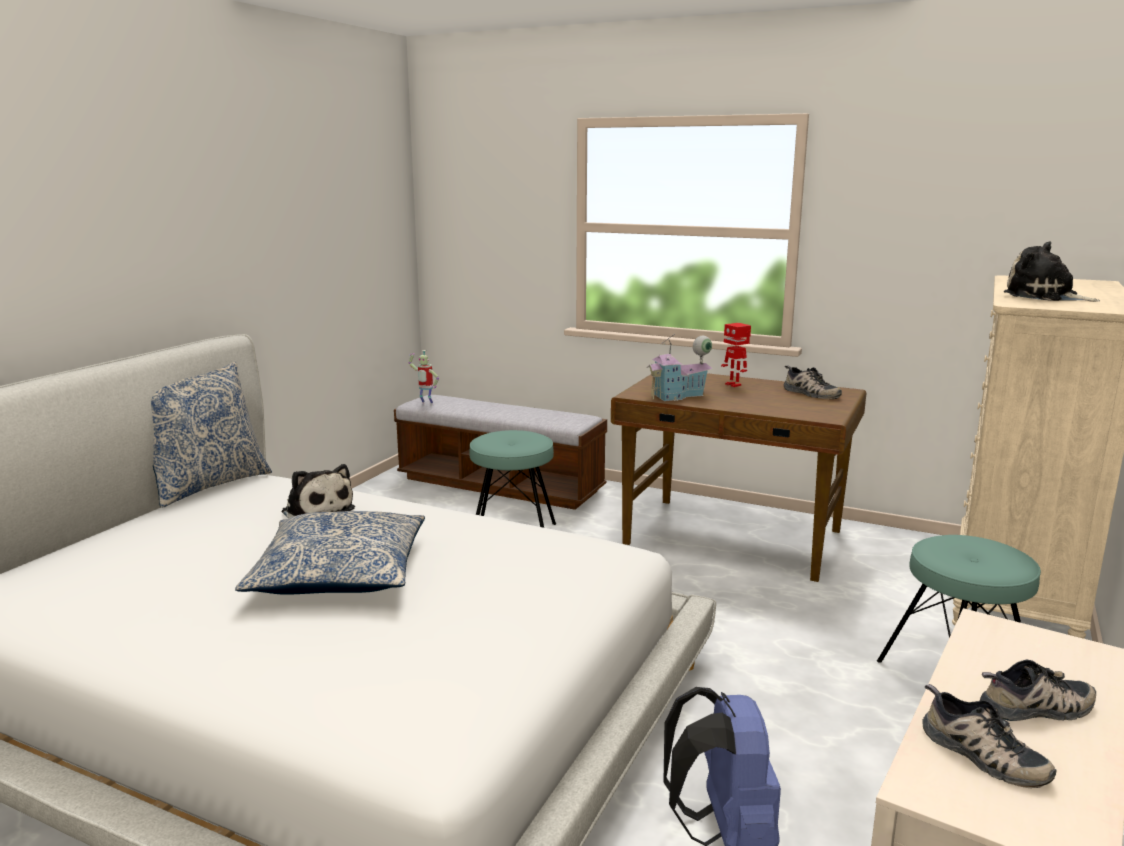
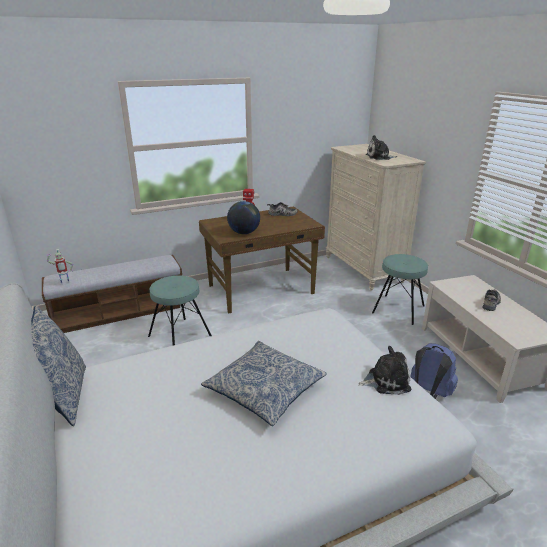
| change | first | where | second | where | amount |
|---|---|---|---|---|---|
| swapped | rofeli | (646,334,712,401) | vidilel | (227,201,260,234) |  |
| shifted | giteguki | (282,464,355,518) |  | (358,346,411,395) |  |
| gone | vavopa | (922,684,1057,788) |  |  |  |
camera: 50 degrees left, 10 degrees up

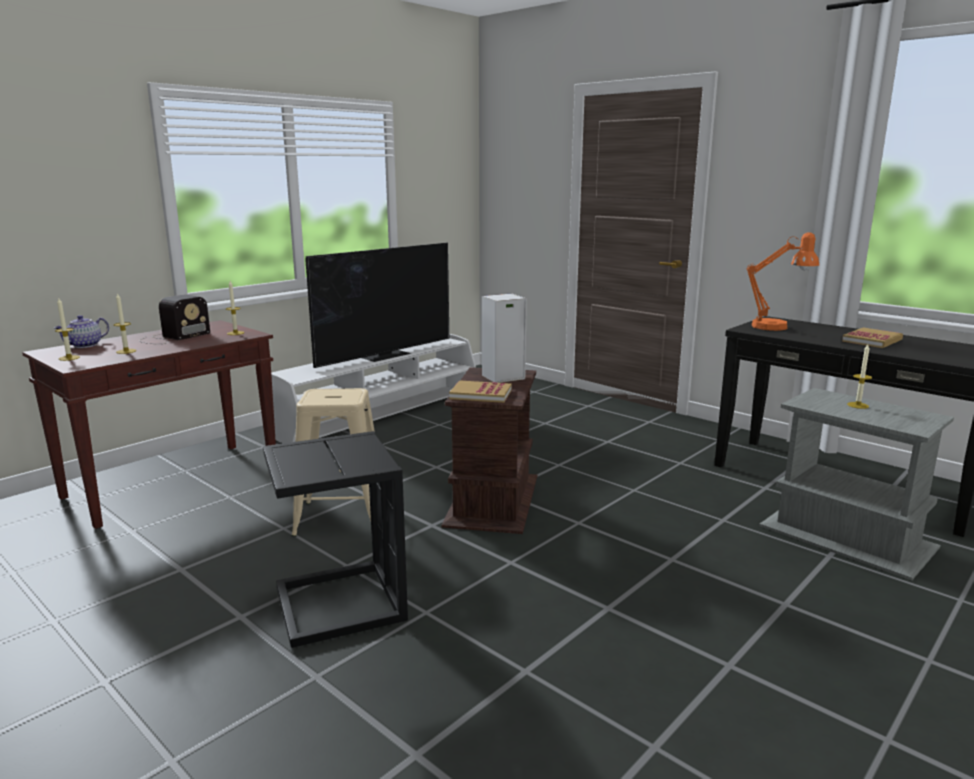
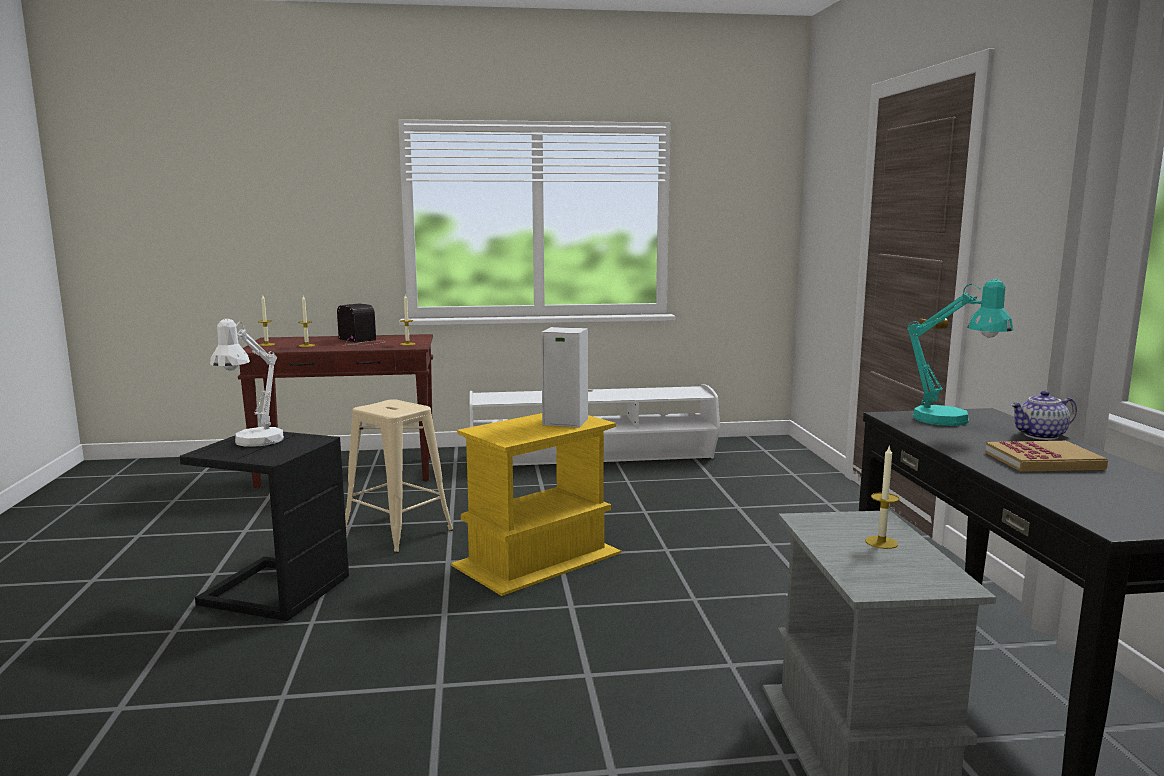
| change | first | where | second | where | amount |
|---|---|---|---|---|---|
| new |  |  | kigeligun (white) | (210,319,284,447) |  |
| rotated | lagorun | (139,295,210,344) |  | (337,303,386,346) | 120 degrees counterclockwise |
| repainted | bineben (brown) | (441,367,537,534) | bineben (yellow) | (451,413,621,596) |  |
| repainted | kigeligun (orange) | (747,232,819,331) | kigeligun (turquoise) | (907,279,1013,426) |  |
| shifted | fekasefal | (54,315,109,348) |  | (1011,391,1077,440) |  |
| gone | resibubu | (305,243,449,368) |  |  |  |
| gone | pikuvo | (449,380,512,403) |  |  |  |
camera: 40 degrees right, 5 degrees down

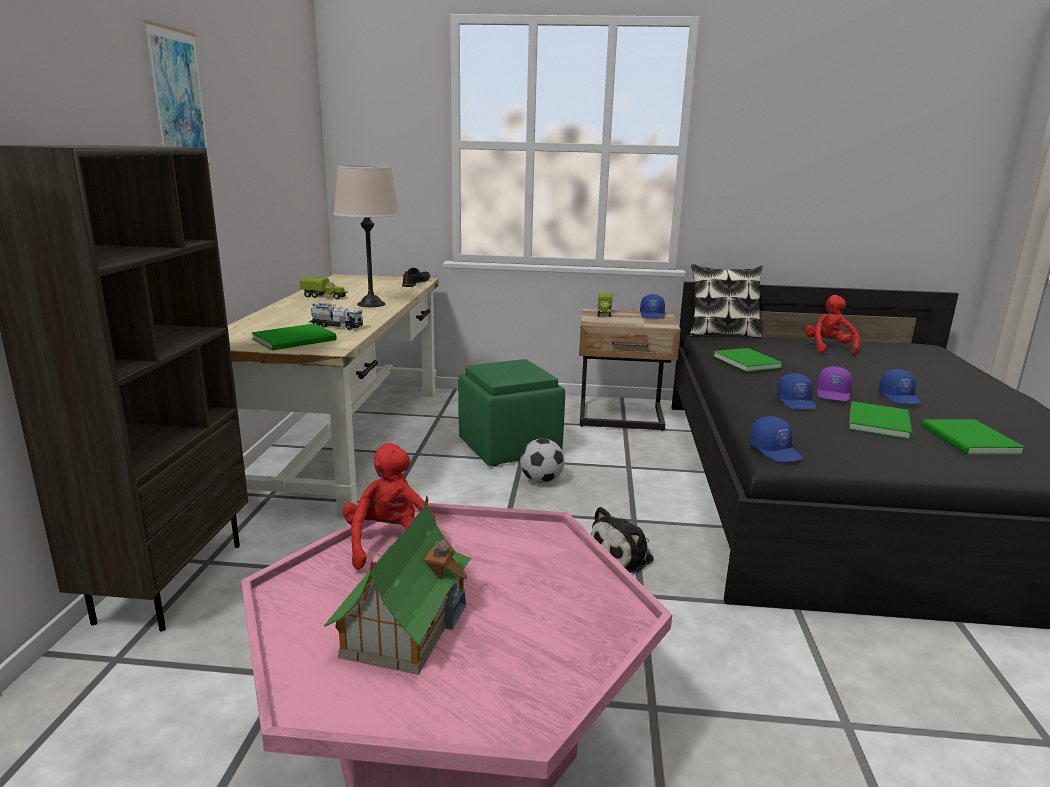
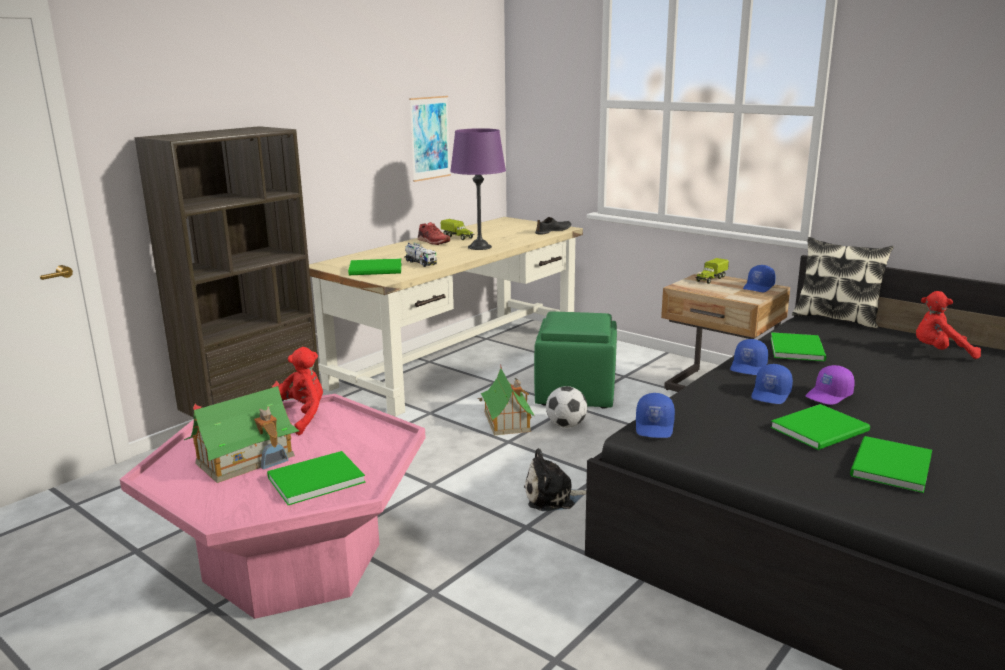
| change | first | where | second | where | amount |
|---|---|---|---|---|---|
| new |  |  | pikuvo (green) | (267,451,366,505) |  |
| shifted | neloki | (143,20,211,165) |  | (409,96,451,182) |  |
| new |  |  | vavopa (red) | (418,222,450,245) |  |
| repainted | kigeligun (beige) | (333,165,400,307) | kigeligun (purple) | (450,128,506,250) |  |
| new |  |  | rofeli | (478,365,535,435) |  |
| shifted | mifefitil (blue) | (879,369,921,404) |  | (730,339,768,375) |  |
| rotated | giteguki (red) | (805,295,860,356) |  | (916,291,981,359) | 120 degrees counterclockwise |
camera: 35 degrees right, 0 degrees up

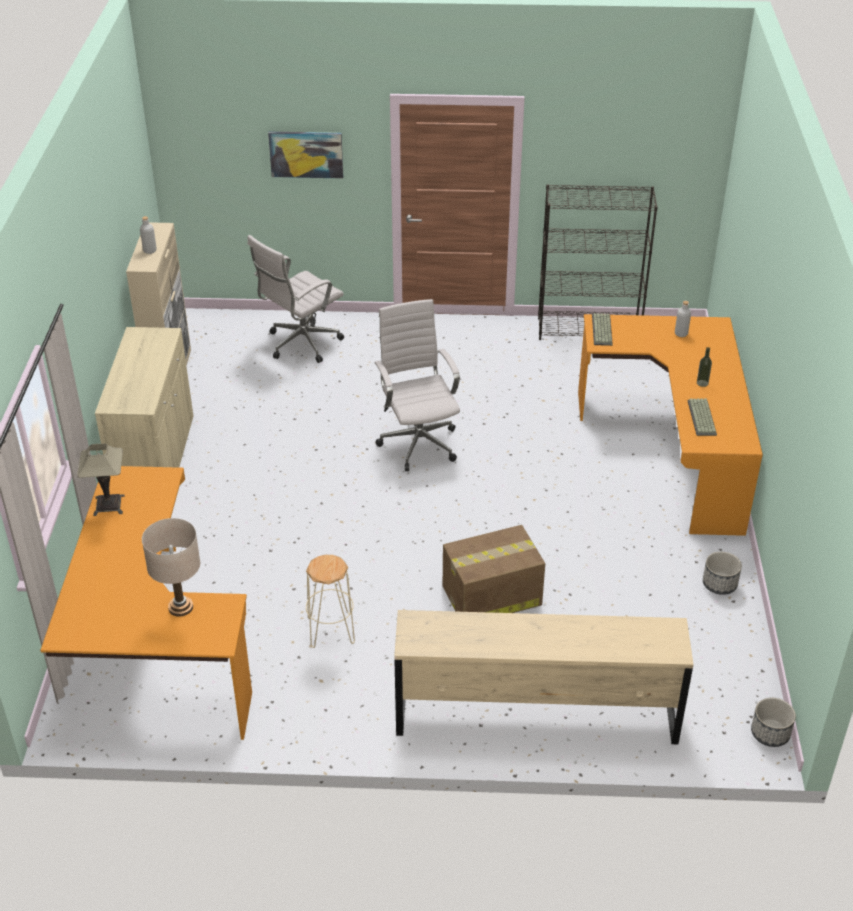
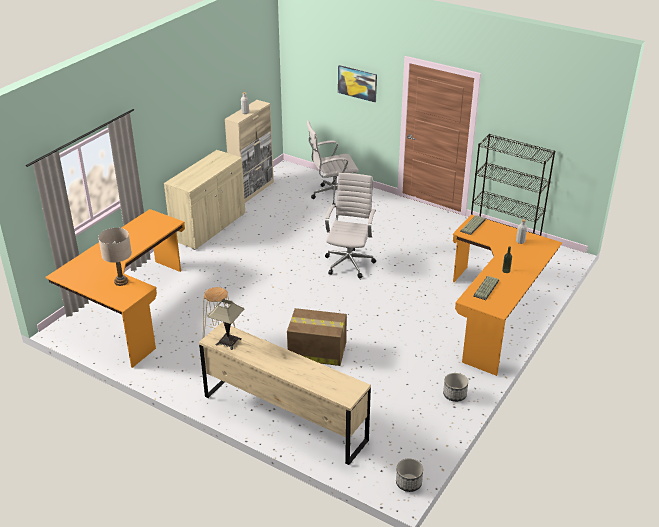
| change | first | where | second | where | amount |
|---|---|---|---|---|---|
| shifted | kigeligun | (77,443,124,516) |  | (208,299,244,350) |  |
camera: 30 degrees right, 5 degrees down

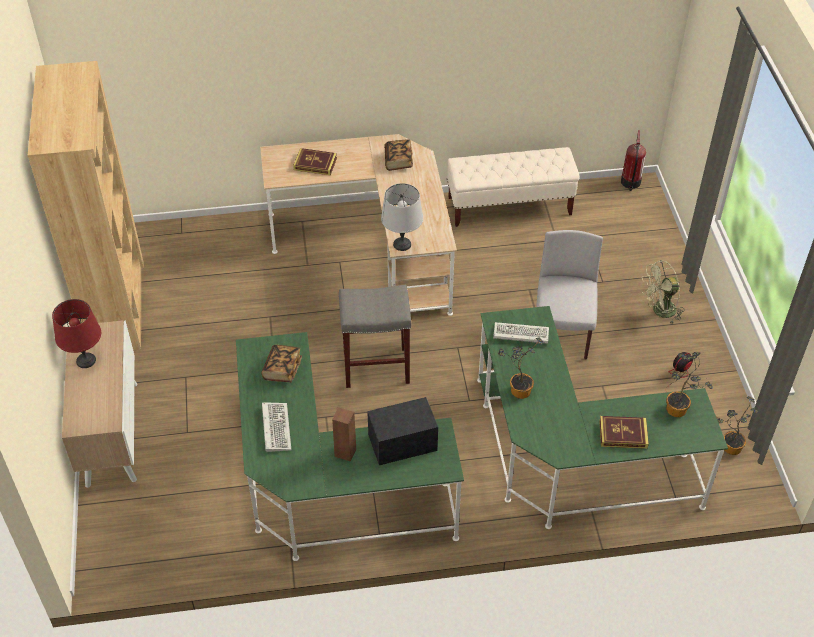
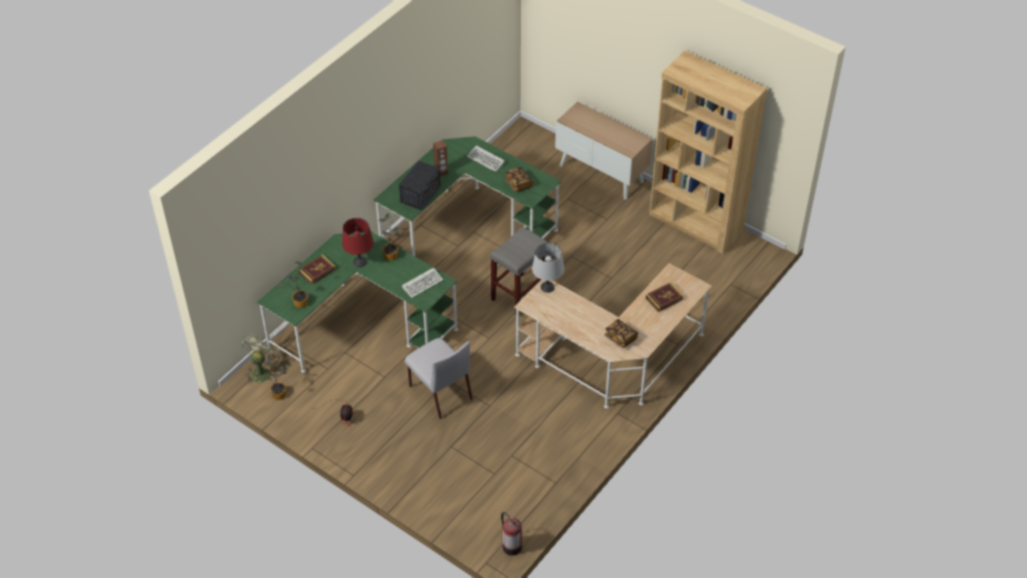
| change | first | where | second | where | amount |
|---|---|---|---|---|---|
| shifted | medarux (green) | (642,260,685,323) |  | (242,334,281,384) |  |
| shifted | kigeligun (red) | (52,299,101,368) |  | (342,218,374,267) |  |
| gone | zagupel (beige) | (447,147,579,227) |  |  |  |
camera: 135 degrees right, 0 degrees up

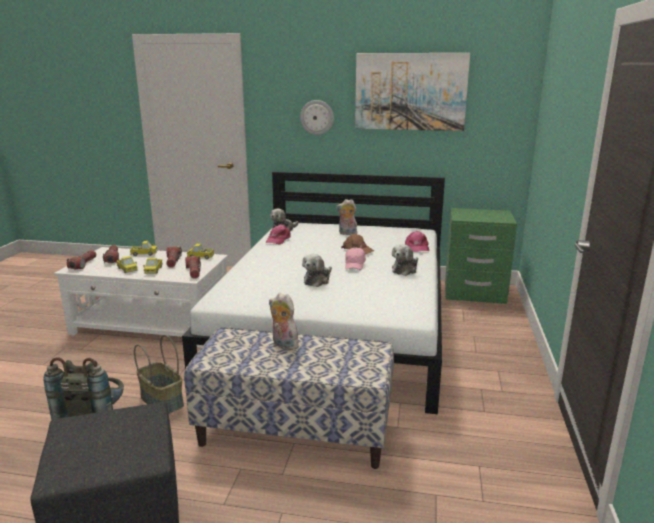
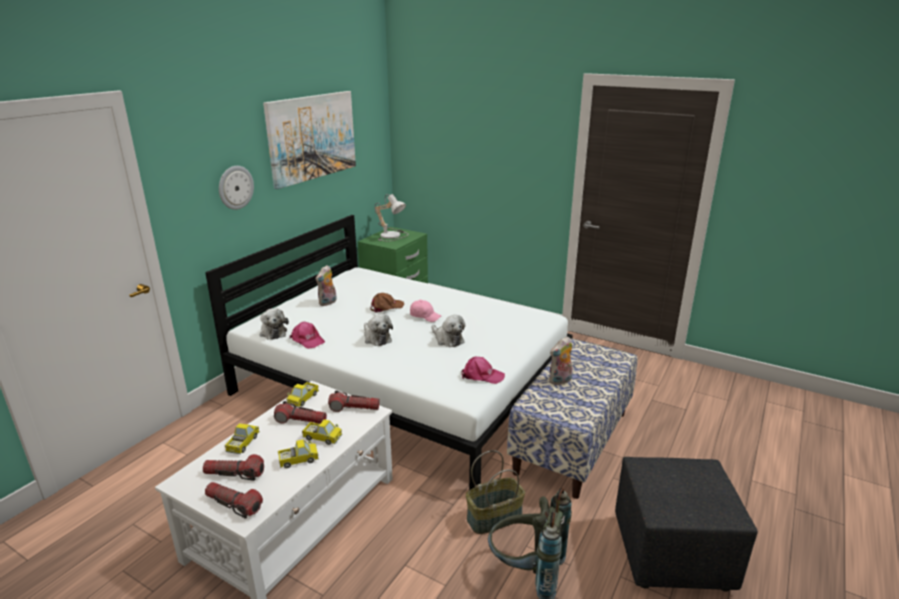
| change | first | where | second | where | amount |
|---|---|---|---|---|---|
| shifted | giteguki | (392,244,418,276) |  | (364,314,393,346) |  |
| new |  |  | kigeligun | (375,194,408,242) |  |
| shifted | mifefitil (pink) | (405,231,429,252) |  | (461,357,505,384) |  |
camera: 70 degrees left, 5 degrees up

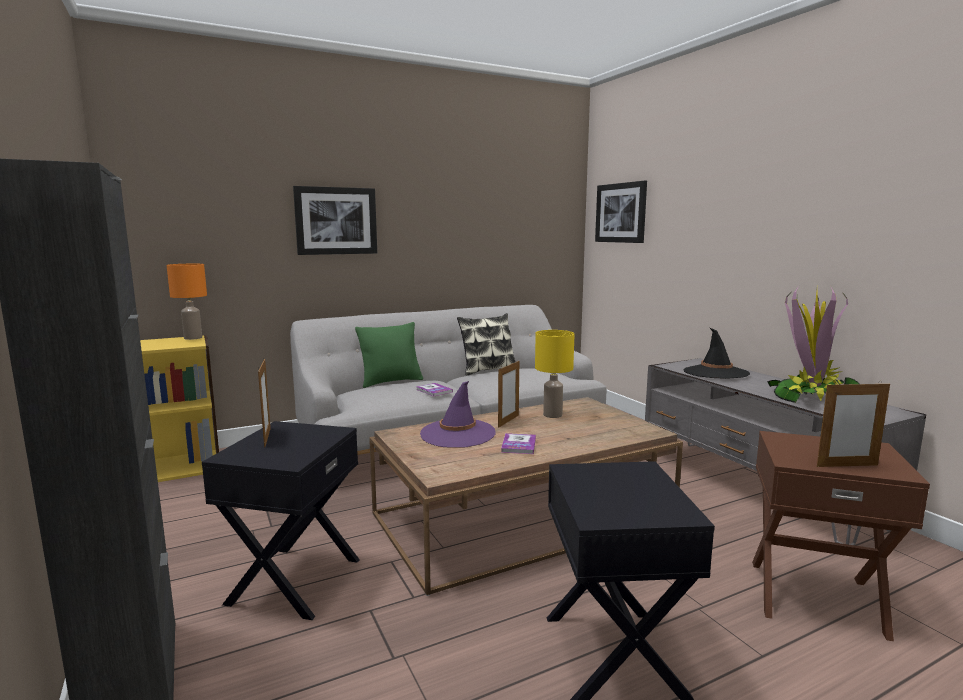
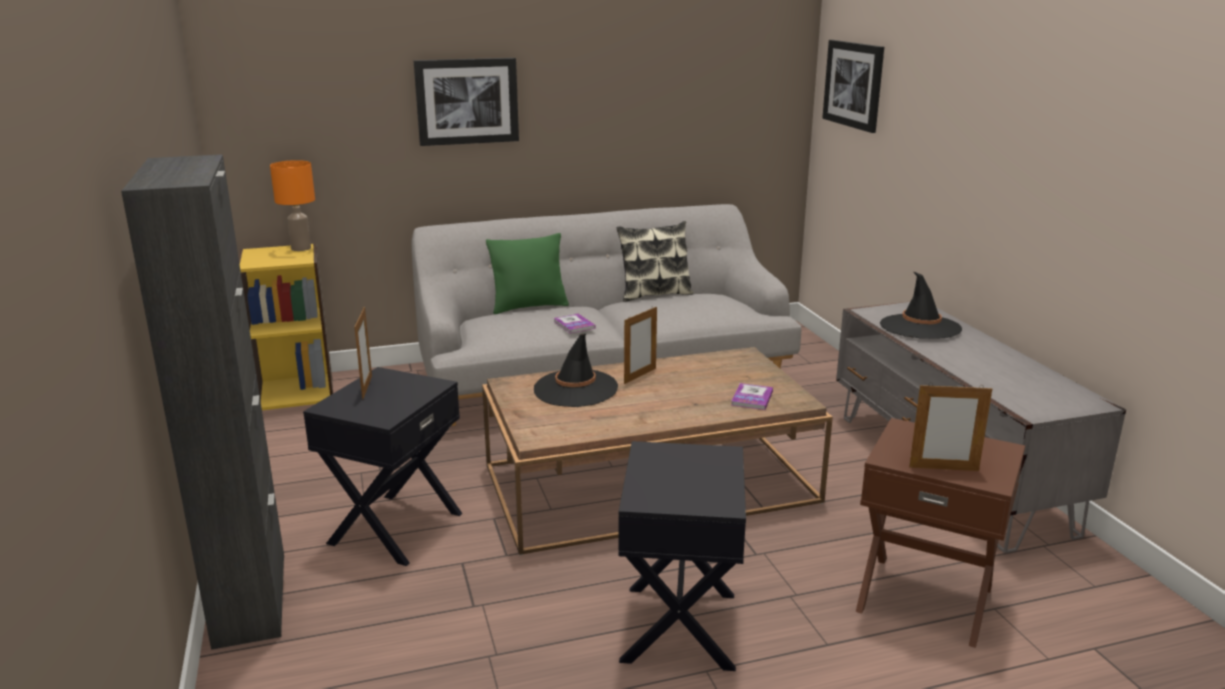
| change | first | where | second | where | amount |
|---|---|---|---|---|---|
| repainted | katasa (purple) | (420,381,496,448) | katasa (black) | (534,334,618,407) |  |
| shifted | pikuvo | (501,433,536,454) |  | (731,383,773,410) |  |
| gone | kigeligun (yellow) | (535,330,575,418) |  |  |  |
| gone | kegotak | (767,286,859,403) |  |  |  |
camera: 10 degrees right, 10 degrees up

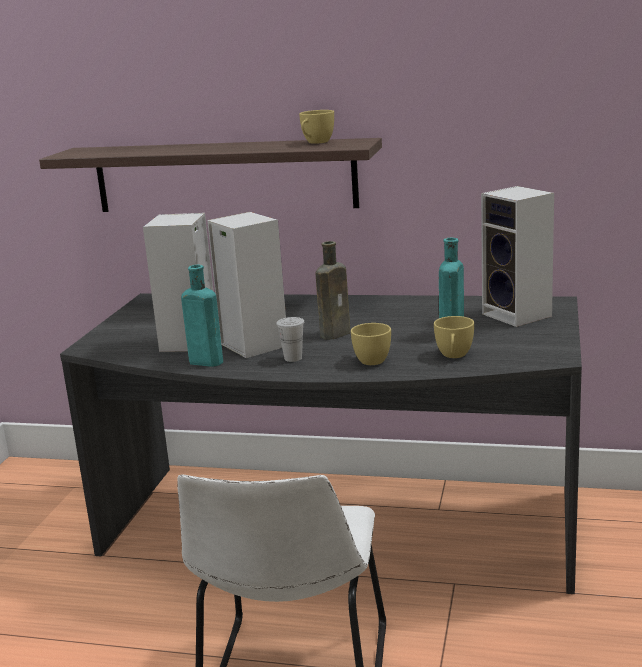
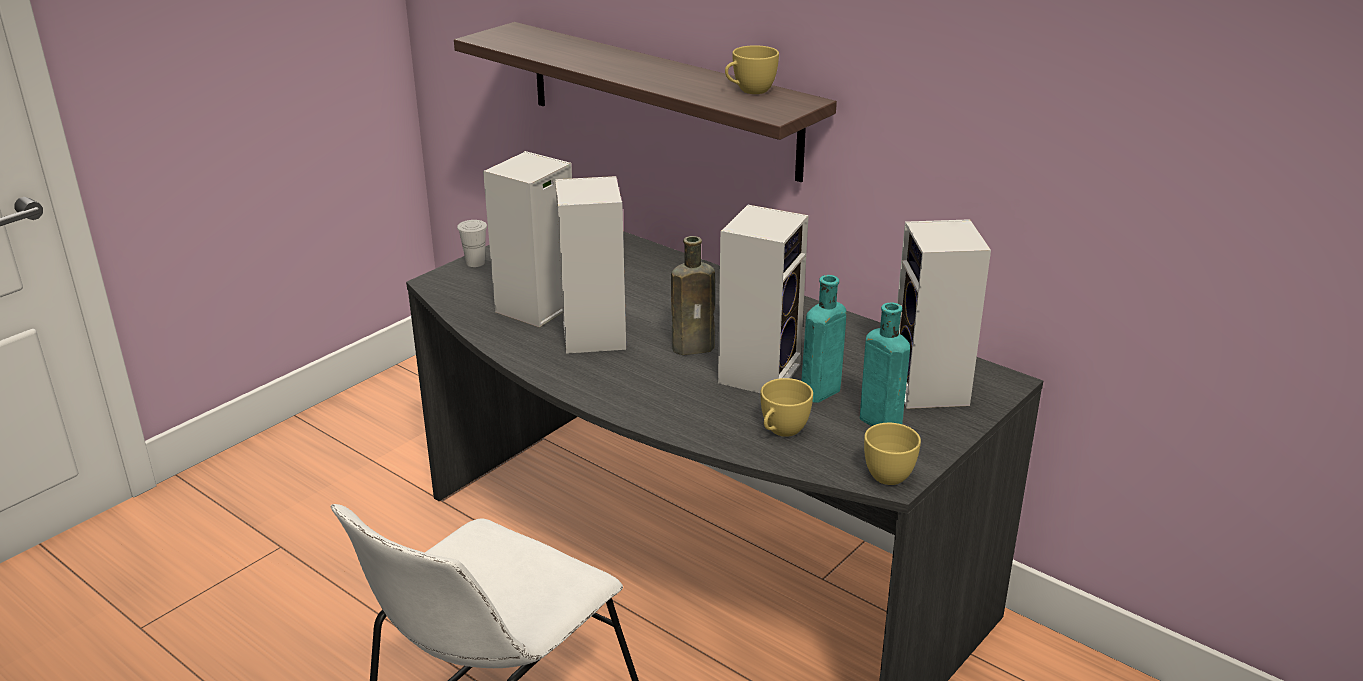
| change | first | where | second | where | amount |
|---|---|---|---|---|---|
| shifted | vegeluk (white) | (276,317,304,362) |  | (457,220,487,267) |  |
| new |  |  | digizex | (718,205,809,393) |  |
| shifted | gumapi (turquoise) | (181,265,223,367) |  | (860,302,910,426) |  |
| shifted | vegeluk (yellow) | (351,323,391,365) |  | (864,423,921,485) |  |
camera: 25 degrees right, 10 degrees up

